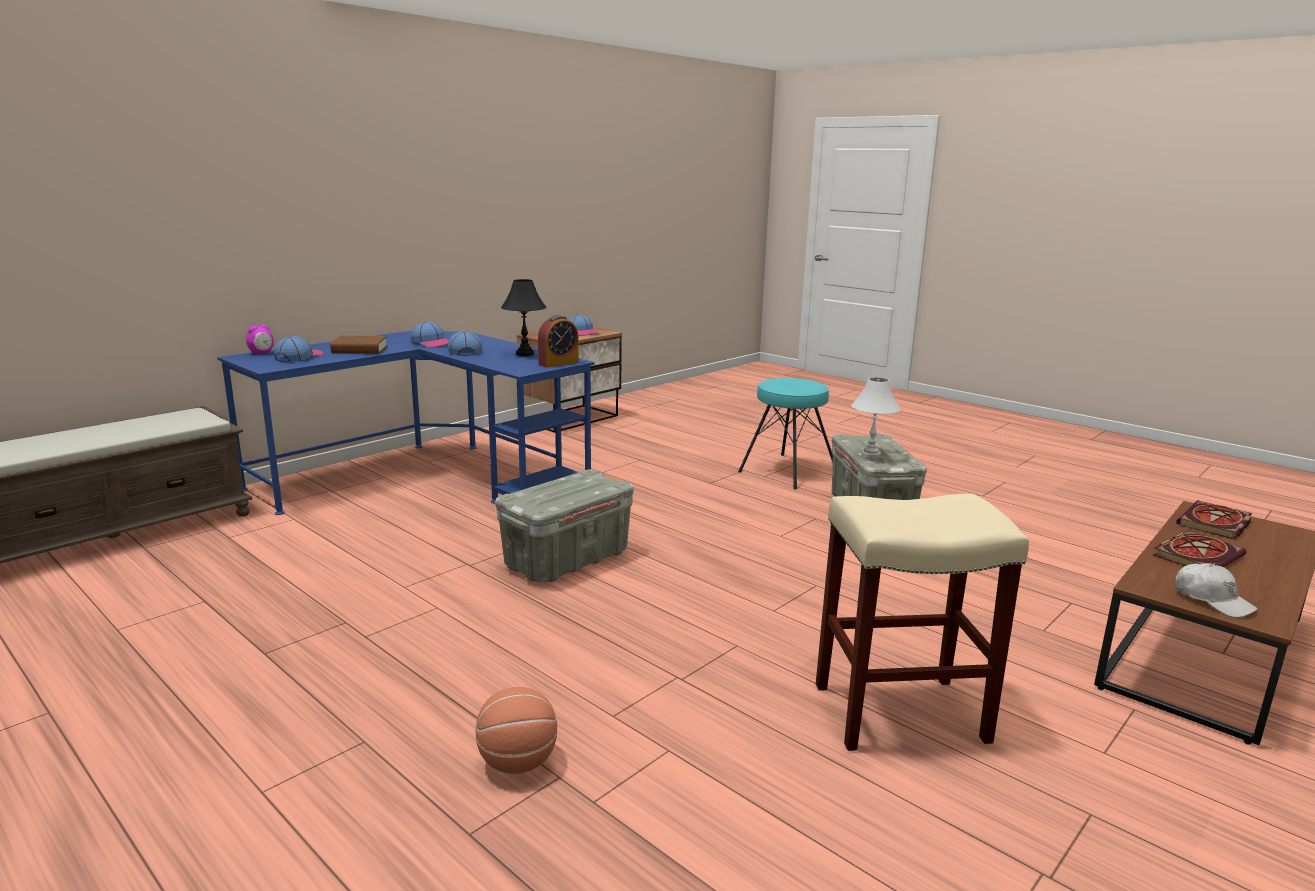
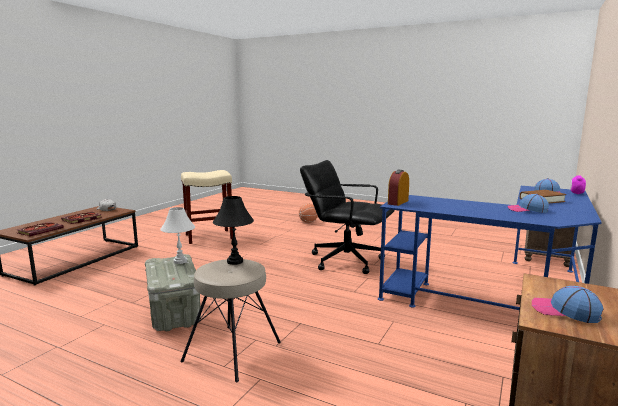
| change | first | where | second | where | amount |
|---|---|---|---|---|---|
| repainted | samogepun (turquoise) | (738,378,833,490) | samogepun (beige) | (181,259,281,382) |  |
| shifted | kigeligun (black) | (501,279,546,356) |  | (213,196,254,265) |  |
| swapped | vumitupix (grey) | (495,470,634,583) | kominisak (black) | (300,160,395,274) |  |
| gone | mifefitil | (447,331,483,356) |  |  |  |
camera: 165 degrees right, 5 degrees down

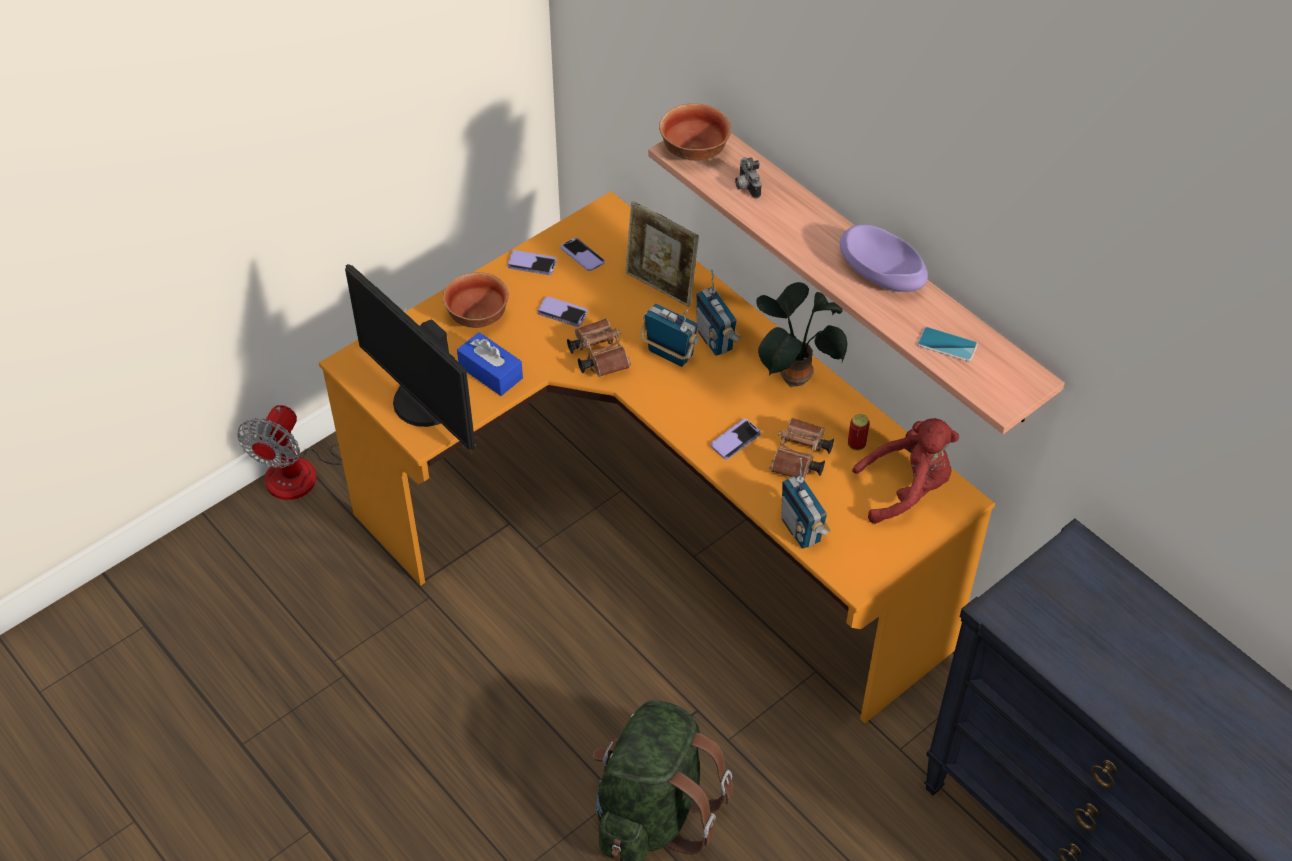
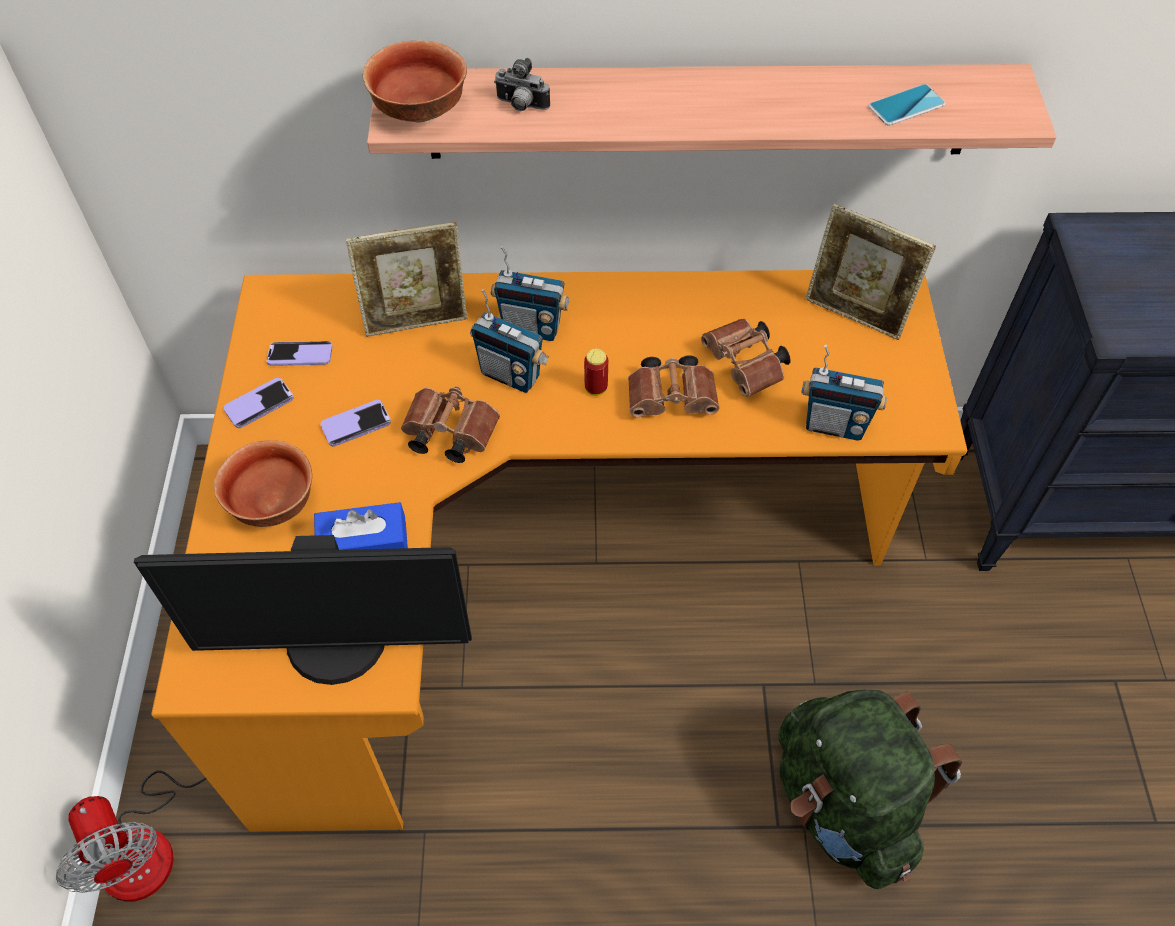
| change | first | where | second | where | amount |
|---|---|---|---|---|---|
| rotated | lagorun | (640,304,699,367) |  | (470,289,549,393) | 135 degrees counterclockwise |
| shifted | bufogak | (848,414,870,451) |  | (584,349,608,396) |  |
| swapped | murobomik | (711,419,761,459) | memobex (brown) | (628,355,720,417) |  |
| swapped | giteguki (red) | (852,418,959,524) | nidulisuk | (805,204,936,340) |  |
| gone | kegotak | (756,282,847,387) |  |  |  |
| gone | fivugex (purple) | (840,225,928,292) |  |  |  |
camera: 50 degrees left, 5 degrees up

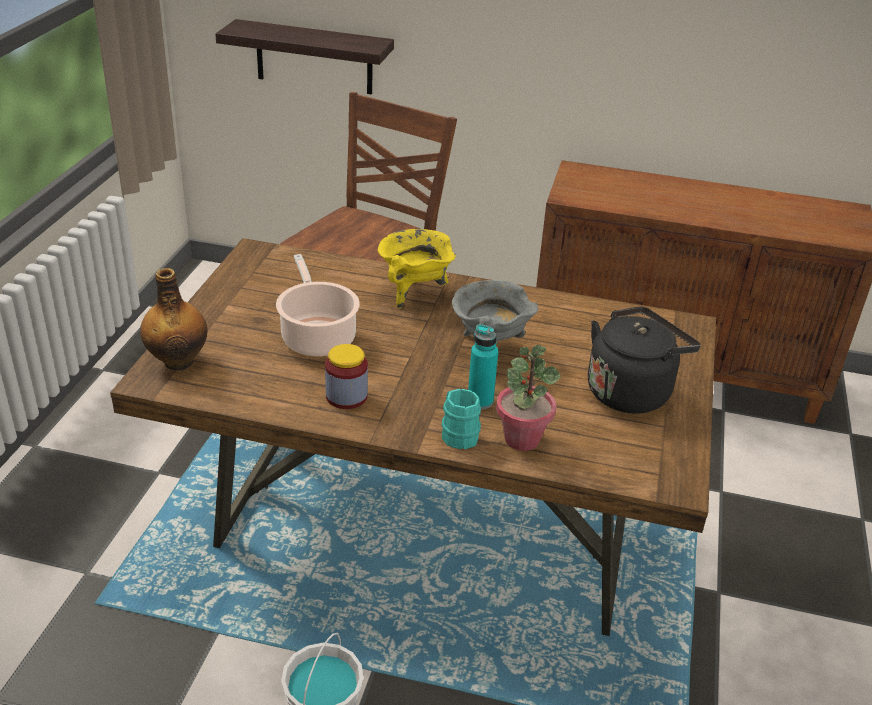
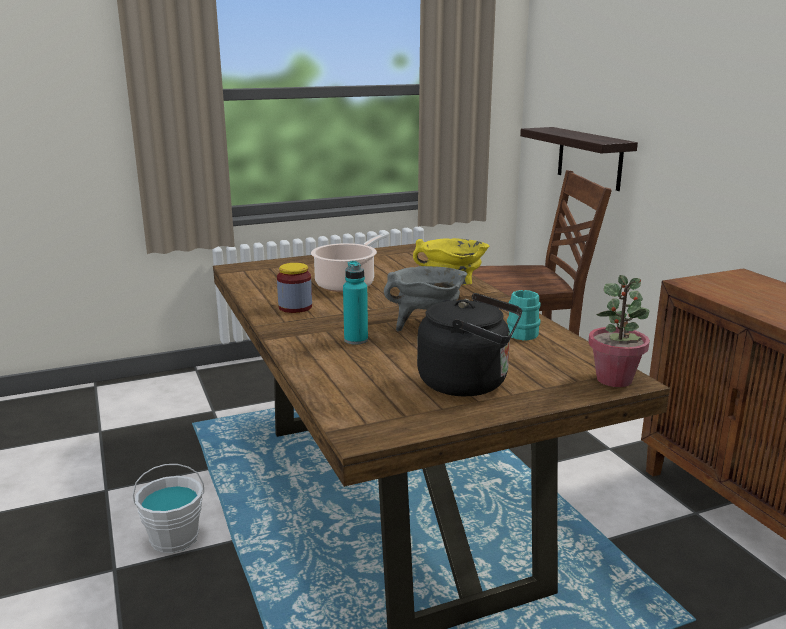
| change | first | where | second | where | amount |
|---|---|---|---|---|---|
| shifted | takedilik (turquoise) | (442,389,481,449) |  | (507,290,541,340) |  |
| shifted | kegotak | (496,345,561,451) |  | (588,275,650,387) |  |
| gone | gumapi | (140,268,207,370) |  |  |  |
camera: 55 degrees right, 15 degrees down

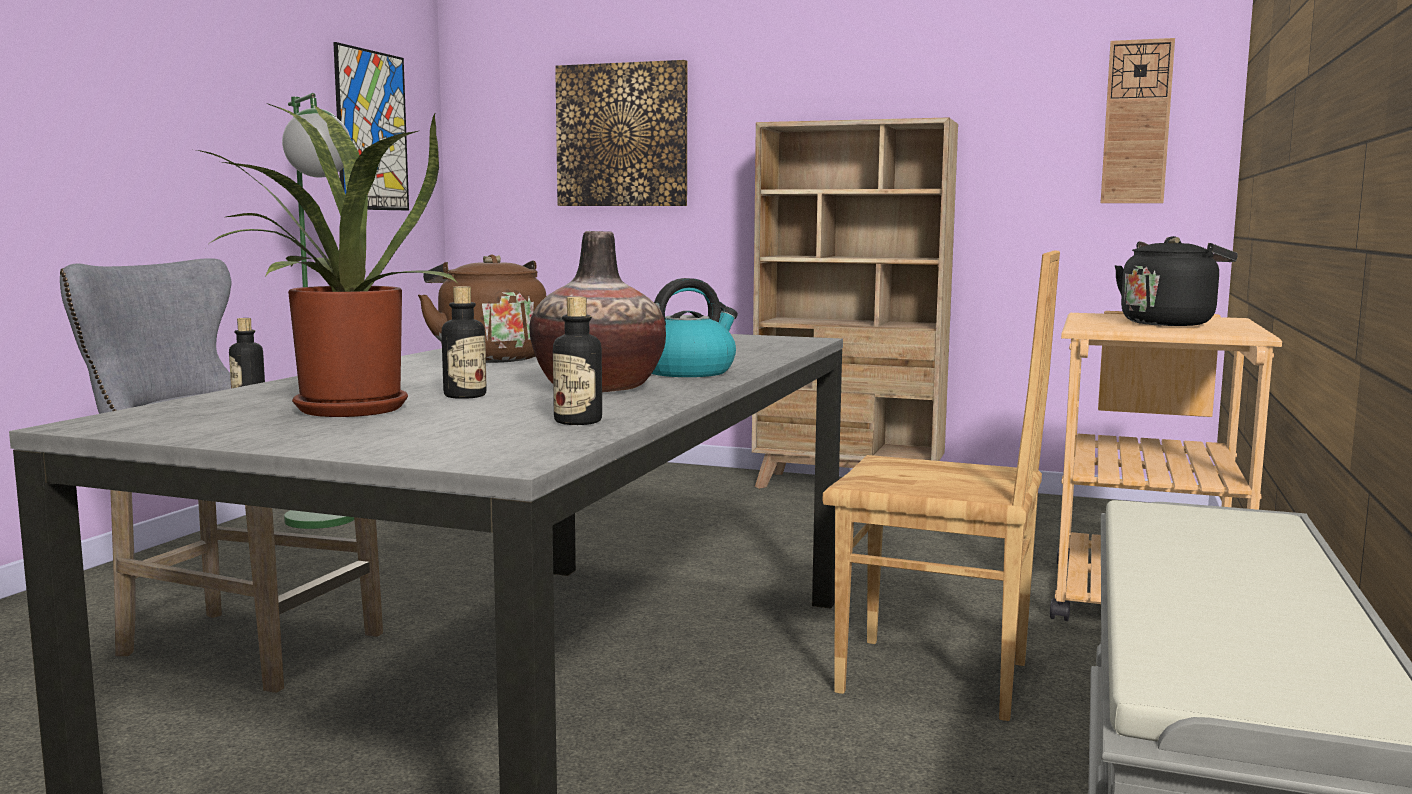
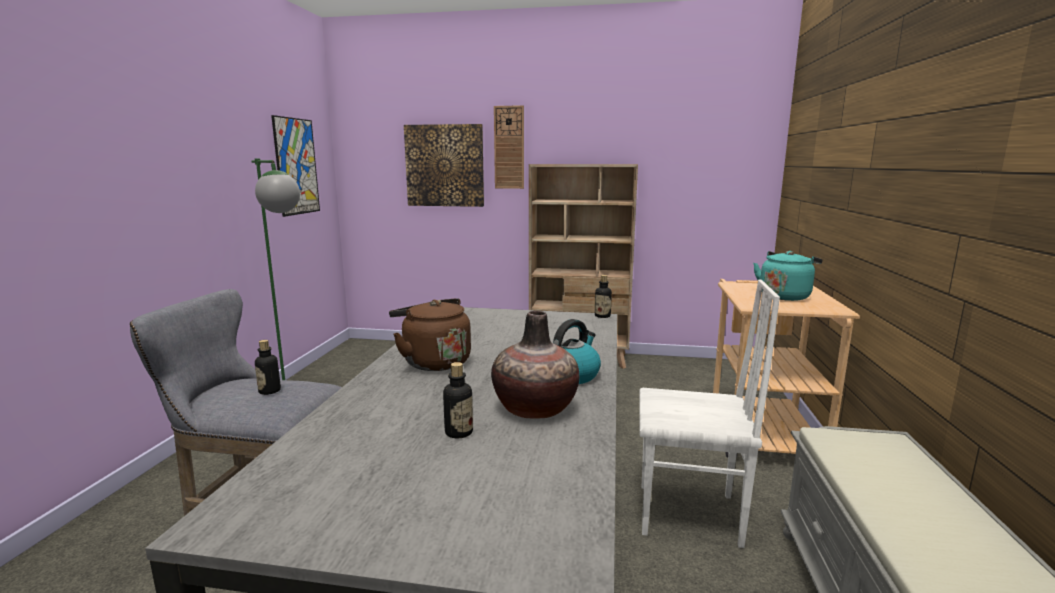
| change | first | where | second | where | amount |
|---|---|---|---|---|---|
| shifted | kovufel | (1101,38,1175,203) |  | (494,105,524,189) |  |
| shifted | gumapi | (553,297,602,425) |  | (595,275,612,318) |  |
| repainted | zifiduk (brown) | (823,251,1060,721) | zifiduk (white) | (640,280,780,548) |  |
| repainted | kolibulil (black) | (1115,236,1238,326) | kolibulil (turquoise) | (753,251,823,301) |  |
| gone | kegotak | (197,104,458,417) |  |  |  |
camera: 10 degrees left, 5 degrees up

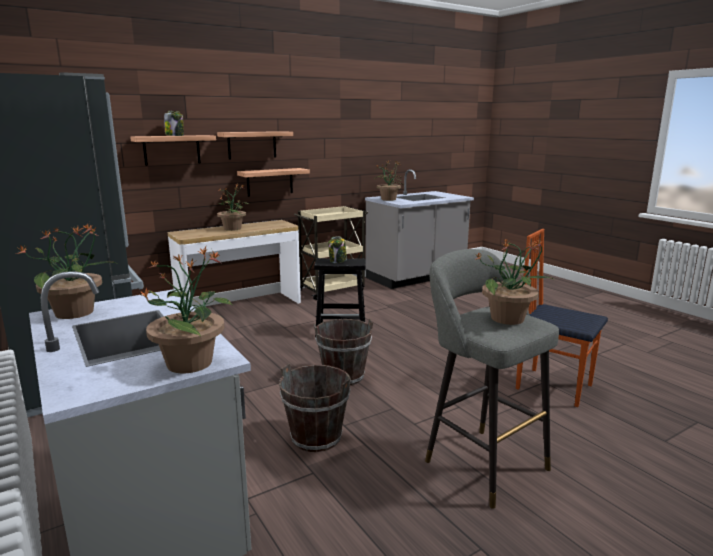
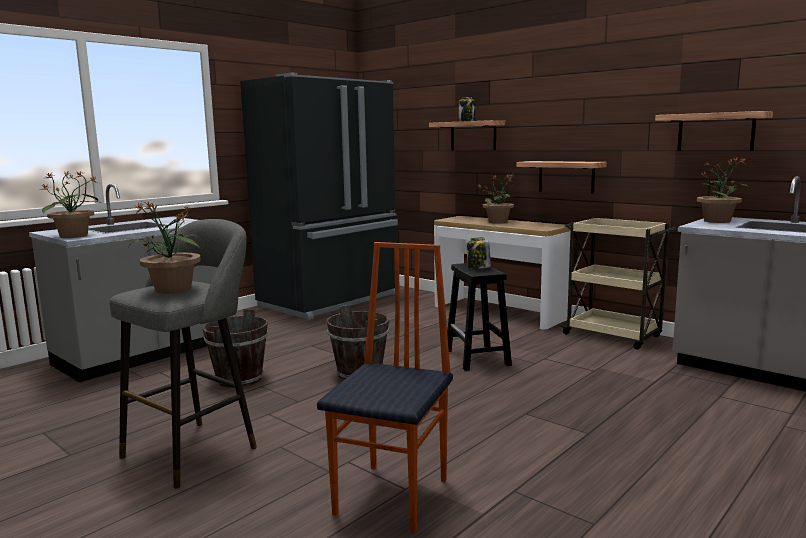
| change | first | where | second | where | amount |
|---|---|---|---|---|---|
| shifted | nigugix | (217,131,293,159) |  | (655,111,773,151) |  |
| gone | kegotak | (17,224,116,319) |  |  |  |
camera: 75 degrees right, 5 degrees down

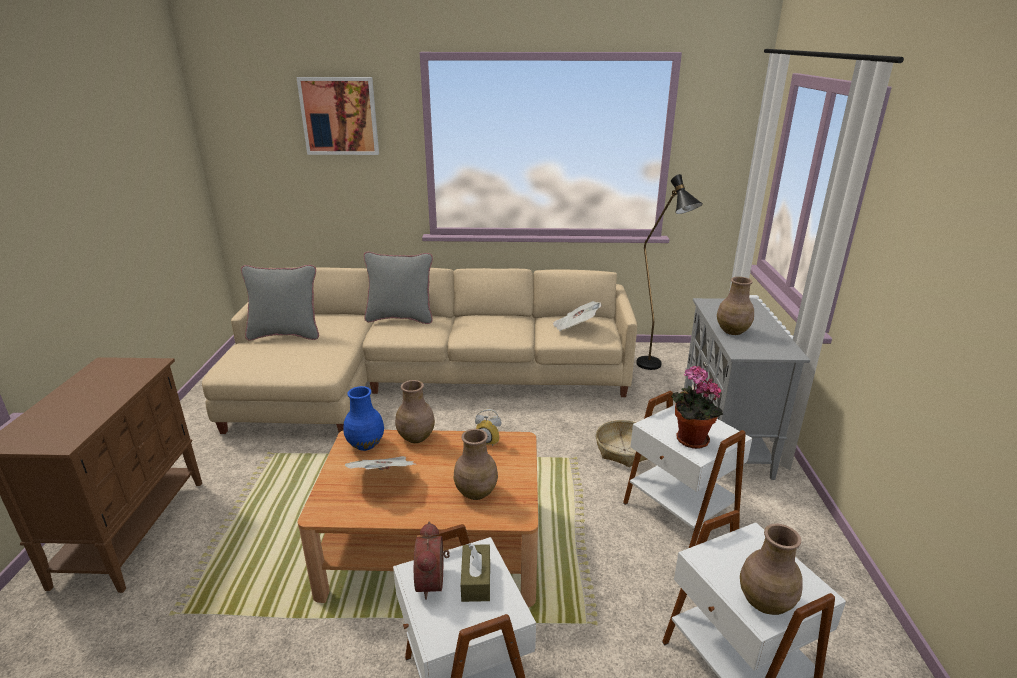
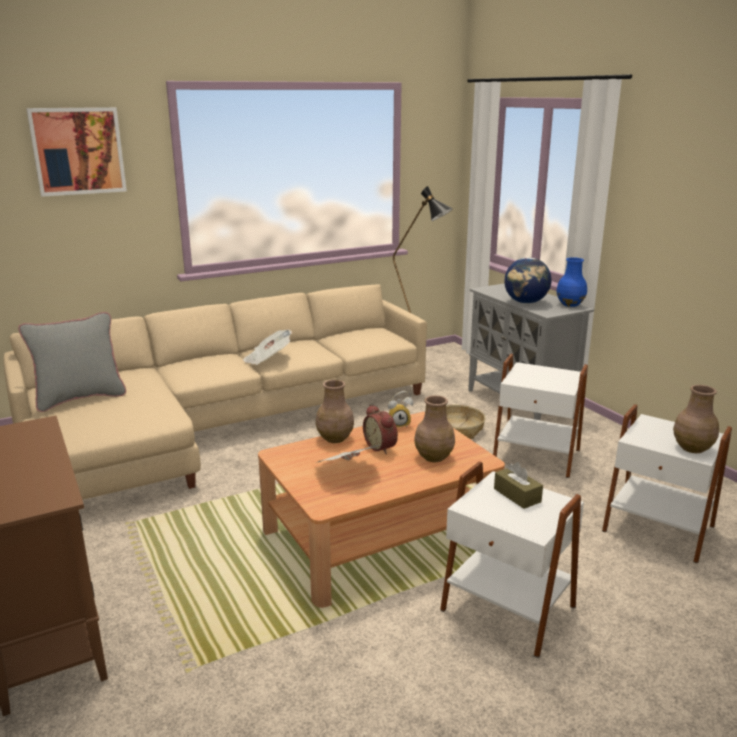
| change | first | where | second | where | amount |
|---|---|---|---|---|---|
| shifted | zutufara | (553,301,602,331) |  | (243,330,292,365) |  |
| shifted | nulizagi | (414,522,450,600) |  | (363,405,398,454) |  |
| swapped | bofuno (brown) | (717,277,754,335) | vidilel | (504,257,552,304) |  |
| shifted | bofuno (blue) | (343,386,384,451) |  | (556,257,587,307) |  |
| gone | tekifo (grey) | (364,252,433,324) |  |  |  |
| gone | kegotak | (671,366,723,449) |  |  |  |
camera: 30 degrees left, 5 degrees down

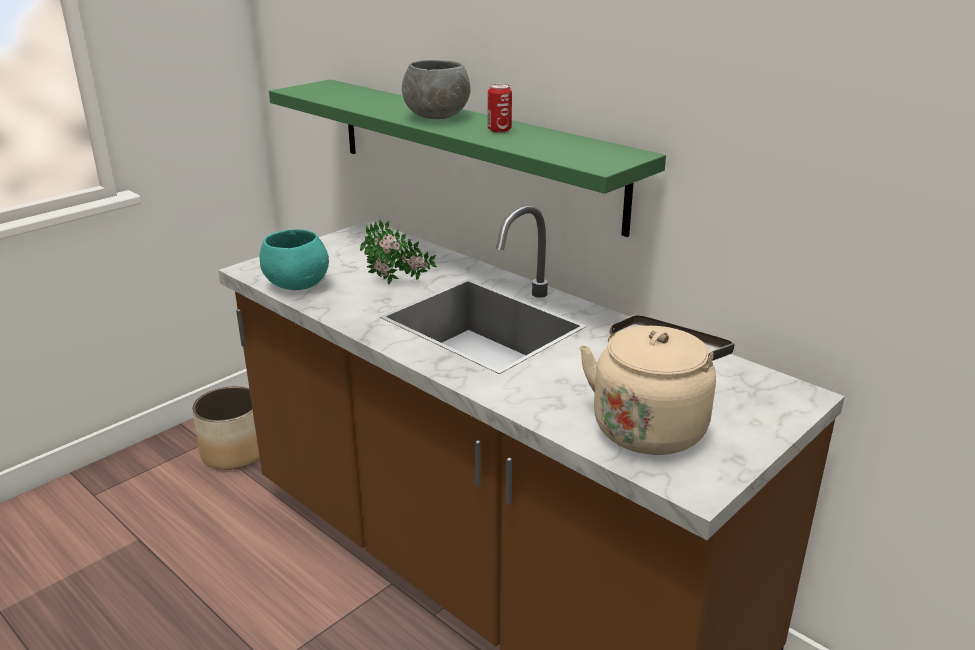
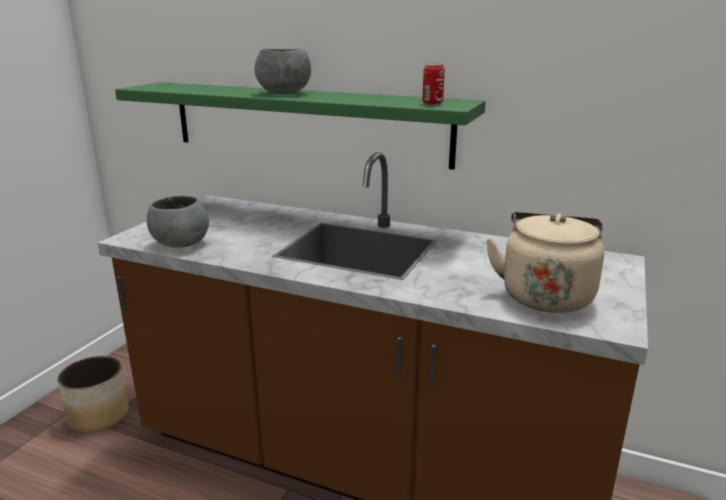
| change | first | where | second | where | amount |
|---|---|---|---|---|---|
| repainted | fivugex (turquoise) | (260,229,329,290) | fivugex (grey) | (147,196,209,248) |  |
| shifted | bufogak | (488,84,512,133) |  | (422,64,445,105) |  |
| gone | kegotak | (360,219,437,284) |  |  |  |
camera: 20 degrees left, 5 degrees down

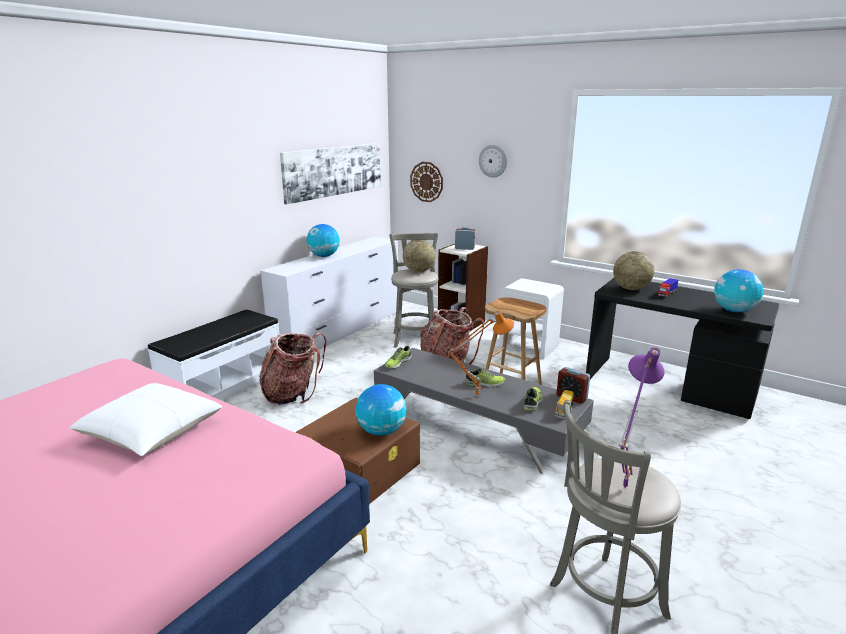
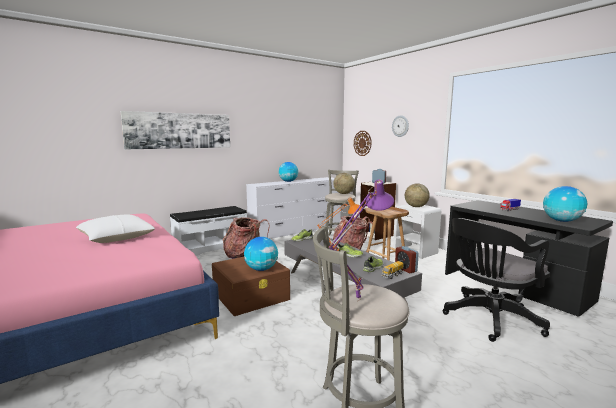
| change | first | where | second | where | amount |
|---|---|---|---|---|---|
| shifted | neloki | (280,143,381,205) |  | (121,111,230,149) |  |
| shifted | vidilel | (613,251,655,290) |  | (405,183,430,207) |  |
| new |  |  | kominisak (black) | (443,218,550,342) |  |
camera: 20 degrees right, 10 degrees down

